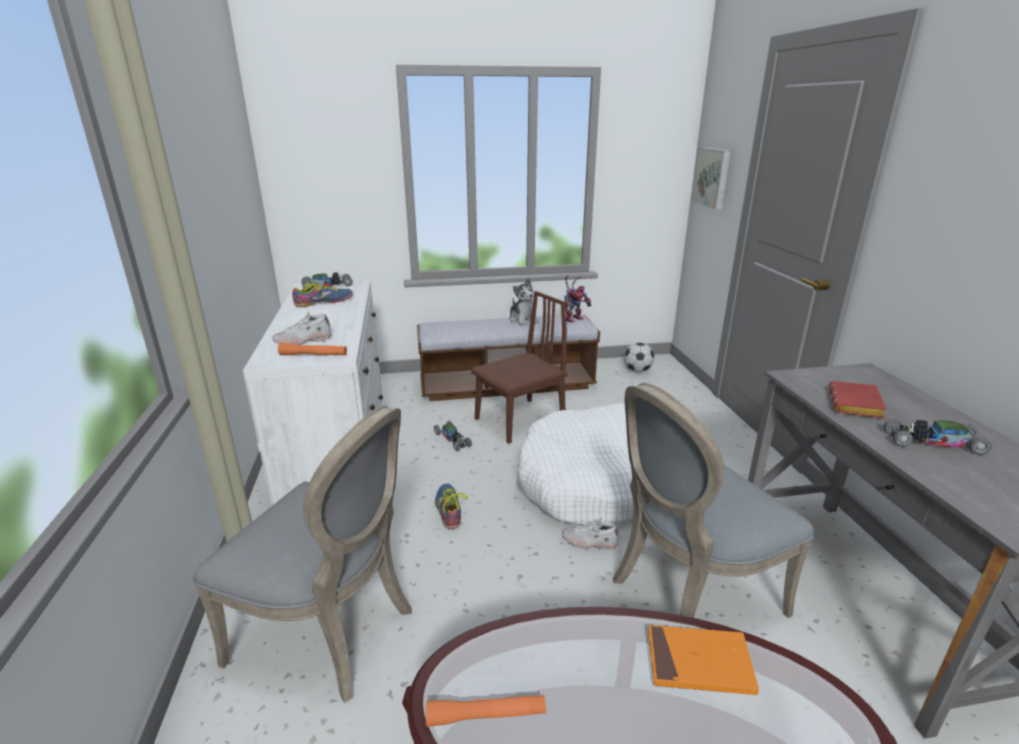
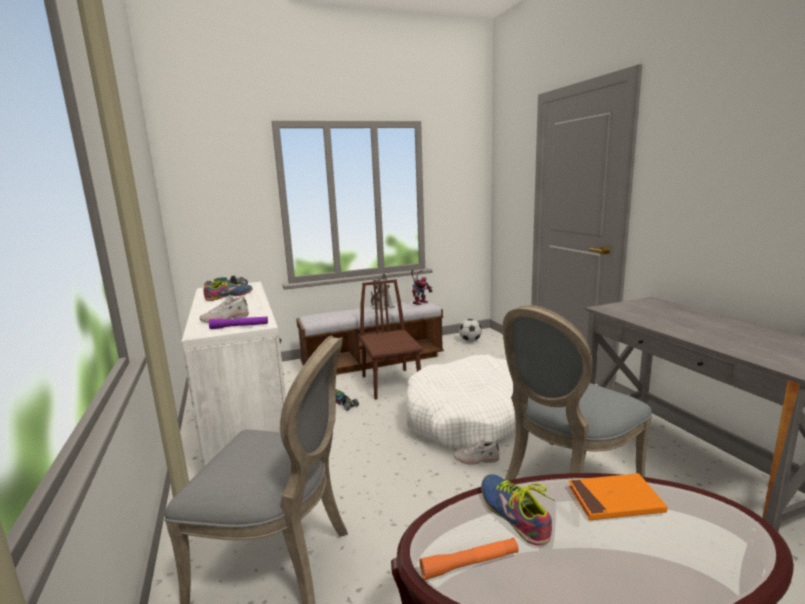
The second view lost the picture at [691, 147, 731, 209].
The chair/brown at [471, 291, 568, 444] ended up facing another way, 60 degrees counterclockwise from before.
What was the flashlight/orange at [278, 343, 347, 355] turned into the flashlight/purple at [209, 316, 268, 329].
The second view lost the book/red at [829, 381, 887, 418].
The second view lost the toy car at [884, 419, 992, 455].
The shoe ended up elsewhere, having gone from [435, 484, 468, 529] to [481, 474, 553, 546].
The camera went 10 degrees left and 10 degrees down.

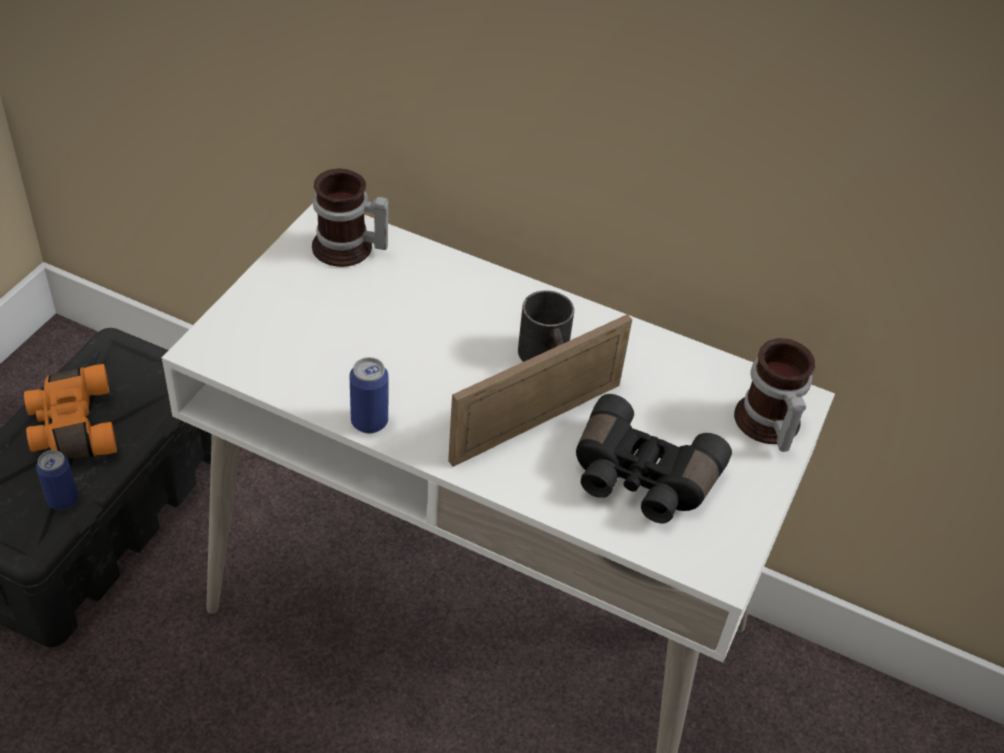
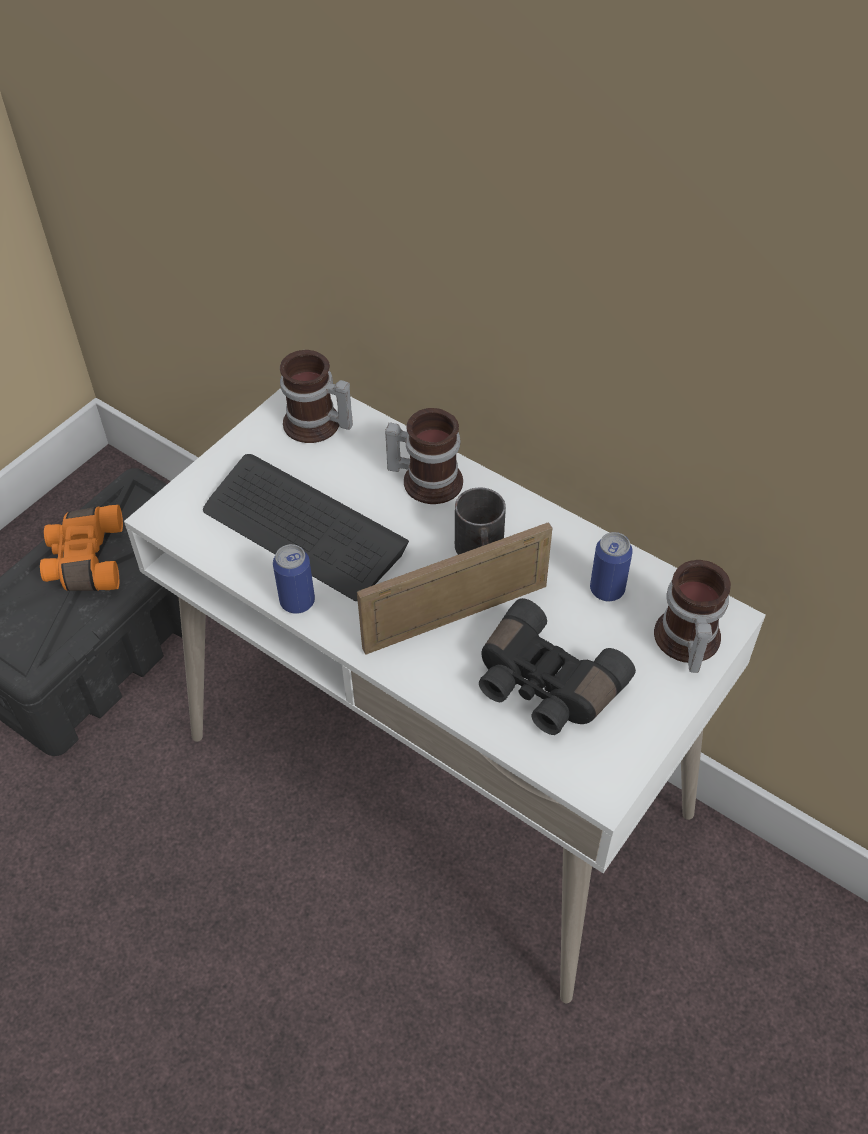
The can ended up elsewhere, having gone from [36, 450, 78, 510] to [590, 532, 633, 602].
The second view gained the mug at [385, 408, 463, 504].
The second view gained the keyboard at [203, 454, 409, 601].
The camera went 15 degrees right and 5 degrees up.

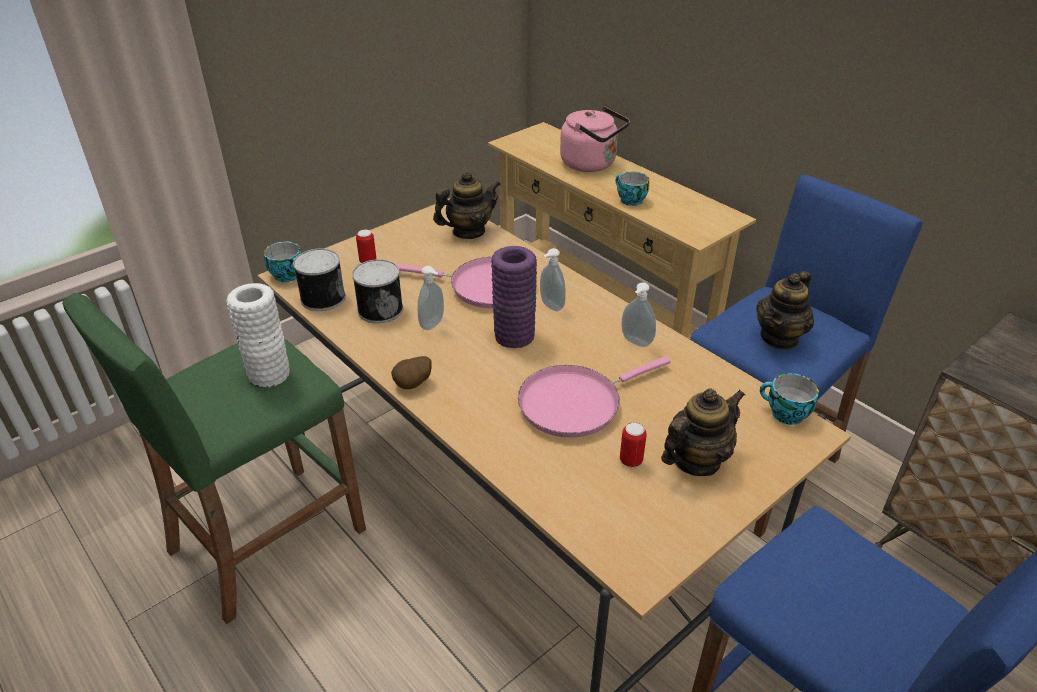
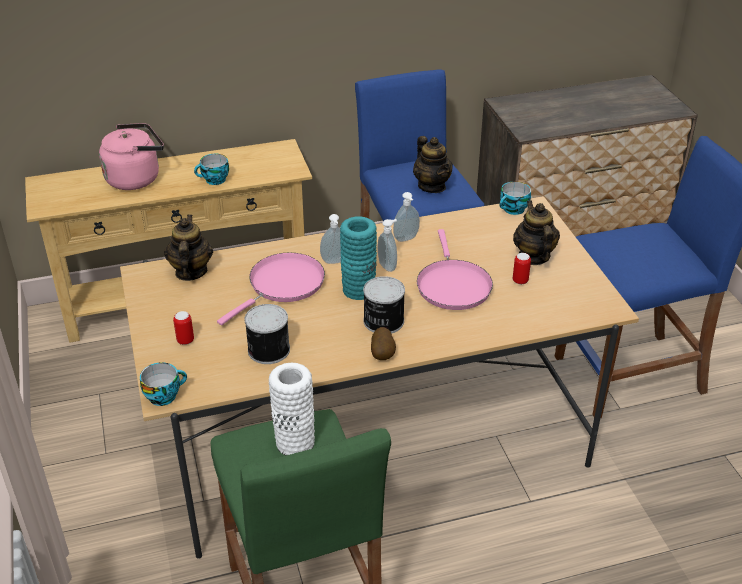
What was the vase/purple at [491, 246, 537, 348] turned into the vase/turquoise at [340, 216, 377, 300].
The can ended up elsewhere, having gone from [293, 249, 346, 311] to [363, 276, 405, 334].
The soap dispenser ended up elsewhere, having gone from [418, 266, 444, 330] to [378, 219, 397, 272].
The camera went 65 degrees left and 0 degrees up.

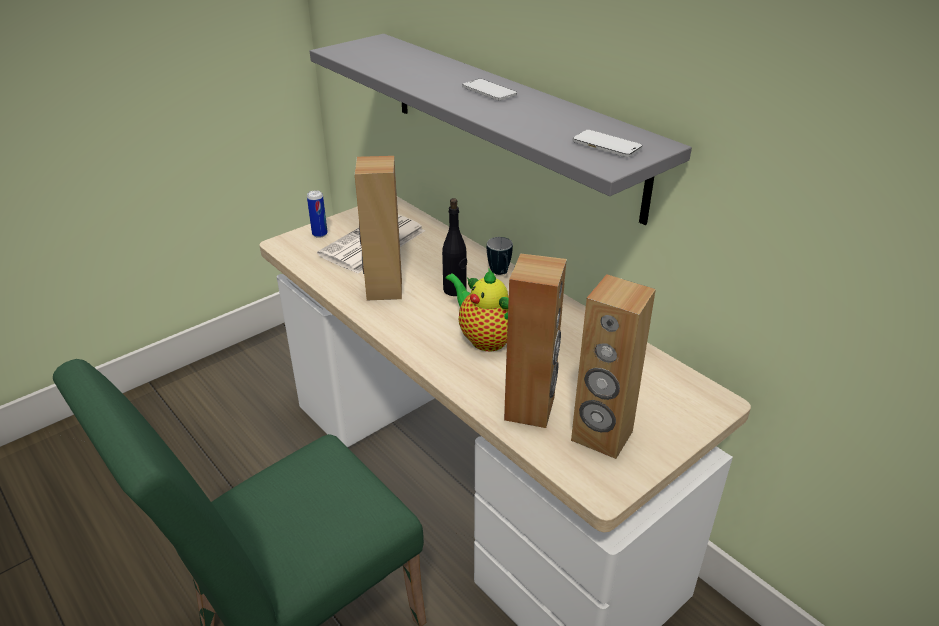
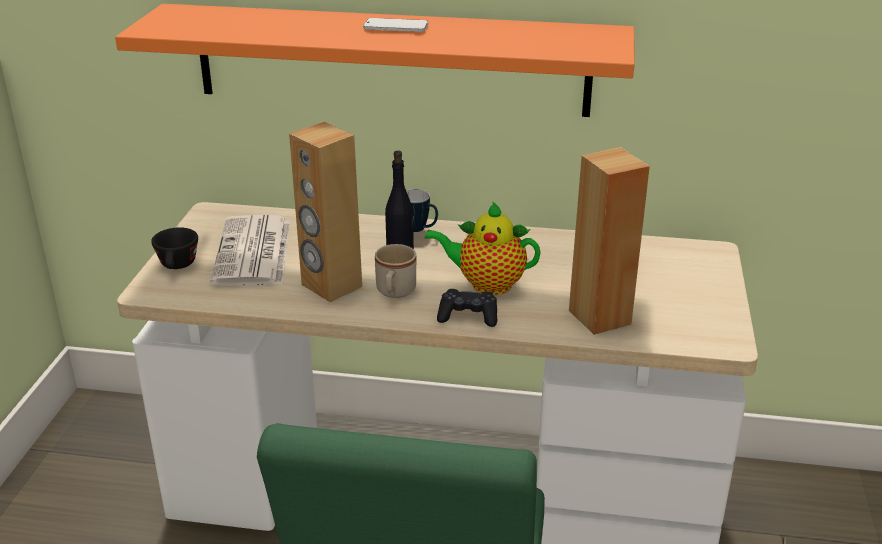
What was the shelf/grey at [310, 34, 692, 225] turned into the shelf/orange at [115, 4, 635, 117].
The second view lost the phone at [572, 130, 643, 157].
Where the can stood at [307, 191, 328, 238], the cup/black came to stand at [151, 227, 198, 269].
The second view lost the speaker/brown at [571, 274, 656, 459].
The second view gained the mug/beige at [375, 244, 416, 298].
The second view gained the game controller/black at [437, 289, 497, 327].
The camera went 40 degrees left and 5 degrees down.

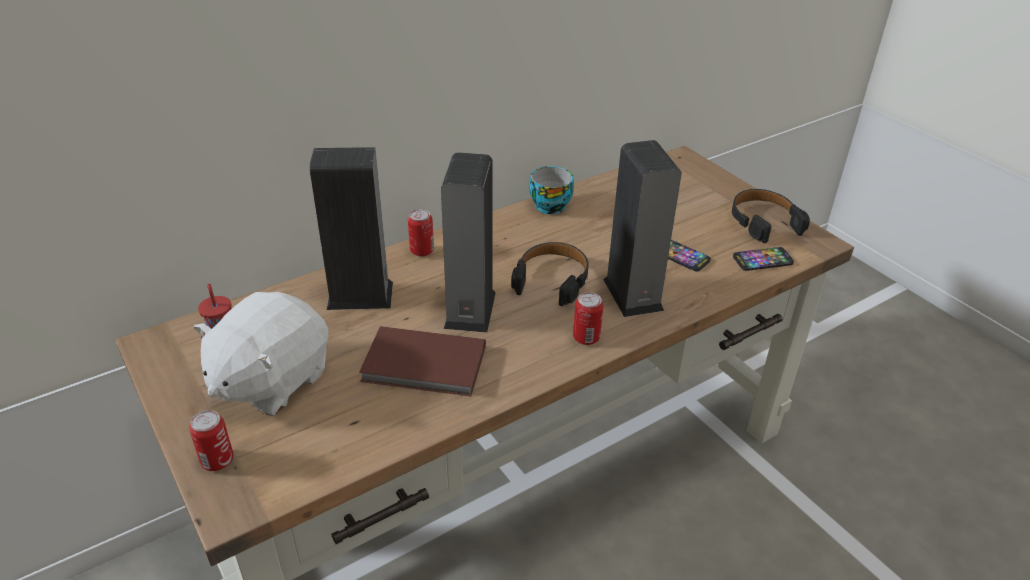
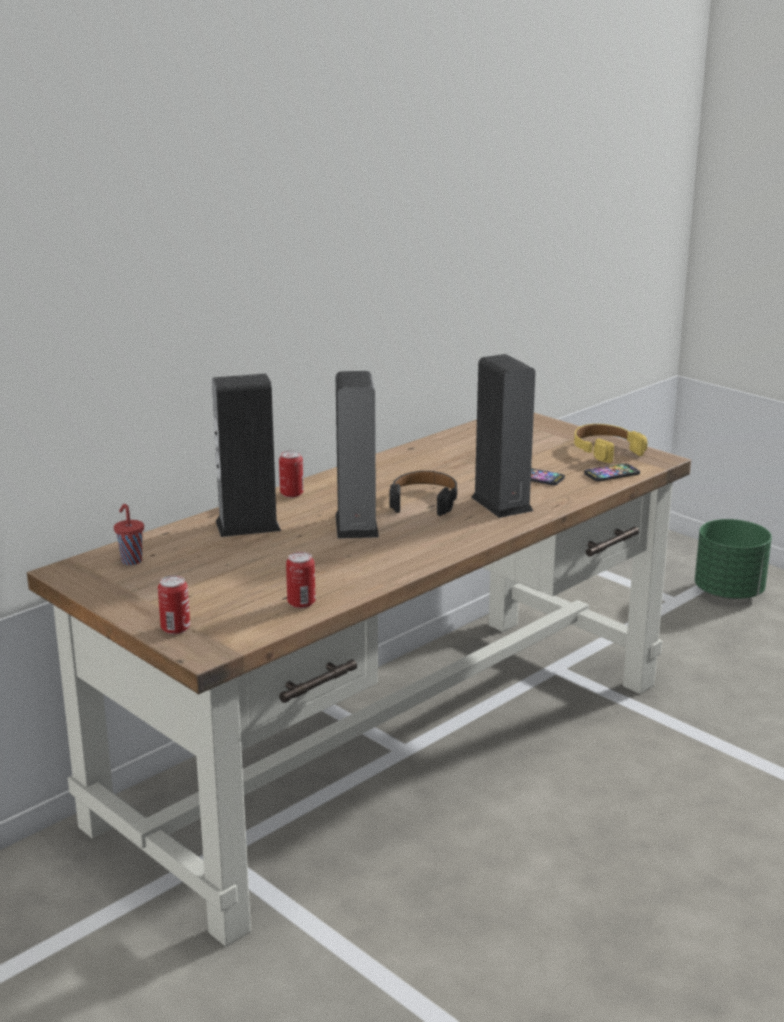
The second view lost the cup at [529, 166, 574, 214].
What was the headphones/black at [732, 189, 810, 243] turned into the headphones/yellow at [574, 424, 647, 463].
The second view lost the plush toy/white at [194, 292, 329, 416].
The can ended up elsewhere, having gone from [573, 292, 604, 345] to [286, 552, 316, 608].
The second view lost the book/brown at [359, 326, 486, 397].
The second view gained the planter/green at [695, 519, 772, 600].
The camera went 10 degrees left and 15 degrees down.

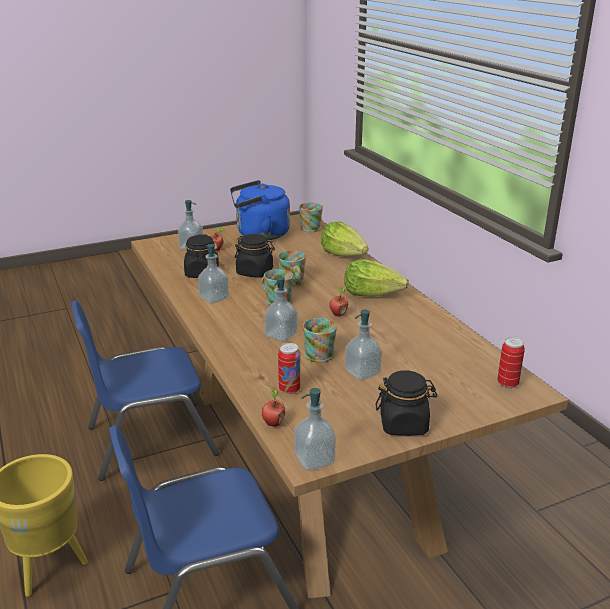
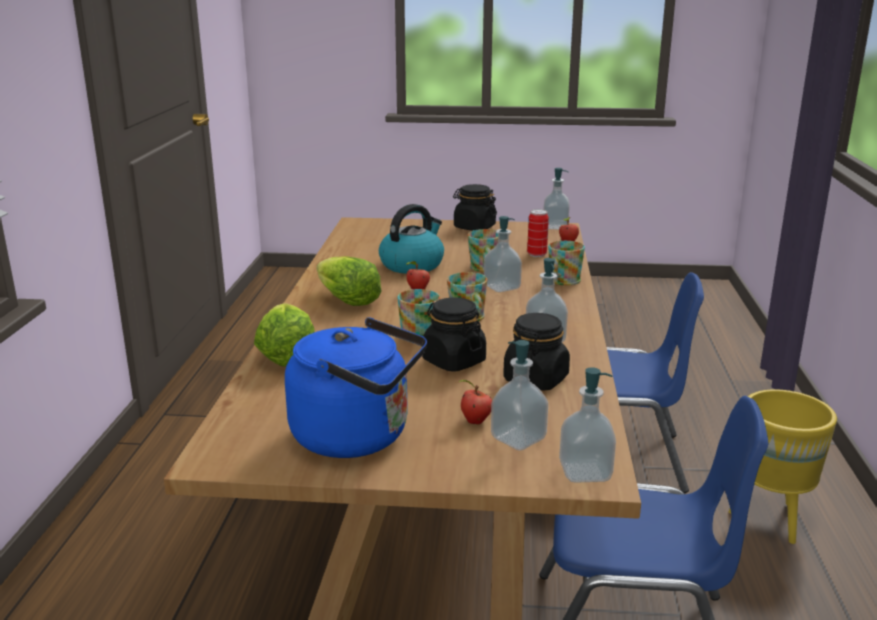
The mug ended up elsewhere, having gone from [299, 202, 323, 232] to [548, 241, 585, 285].
The soap dispenser ended up elsewhere, having gone from [345, 310, 382, 380] to [559, 367, 616, 483].
The second view lost the can at [497, 337, 525, 388].
The second view gained the kettle at [379, 204, 444, 274].
The camera went 150 degrees left and 5 degrees down.

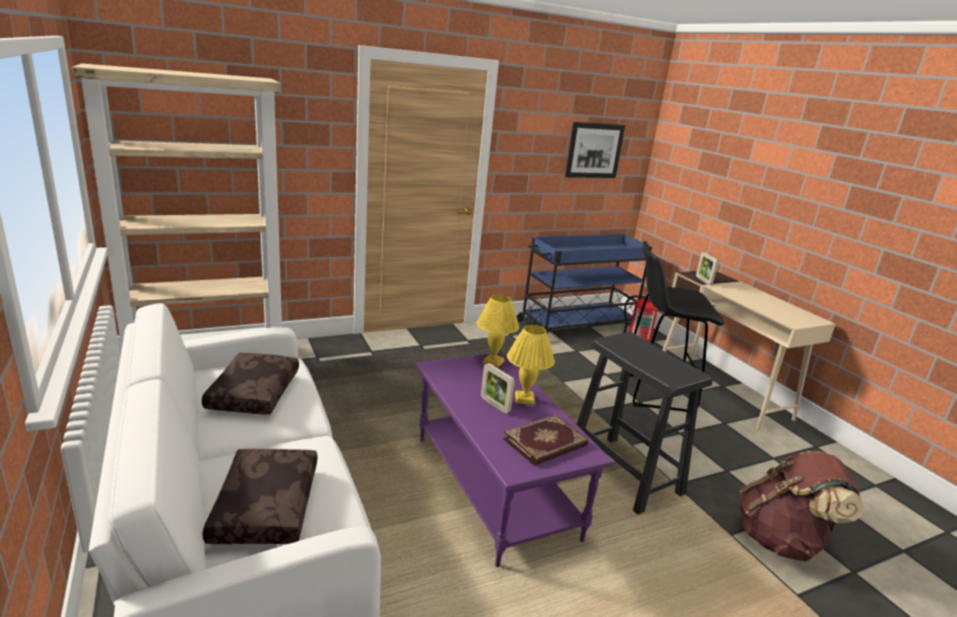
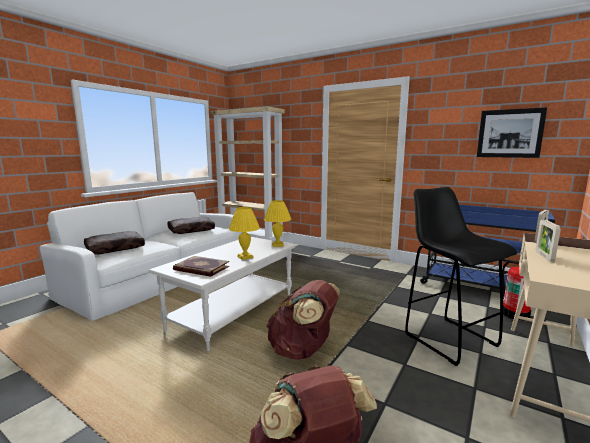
Where the stool/black stood at [576, 332, 713, 515], the backpack/brown came to stand at [266, 280, 340, 360].
What was the coffee table/purple at [416, 352, 614, 567] turned into the coffee table/white at [149, 237, 295, 351].
The picture frame ended up elsewhere, having gone from [481, 363, 515, 414] to [536, 219, 561, 262].
The camera went 60 degrees right and 10 degrees down.

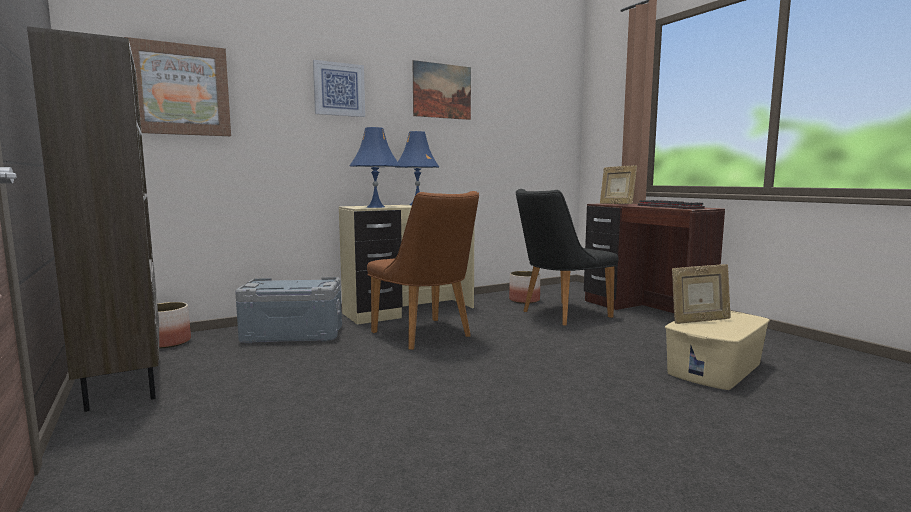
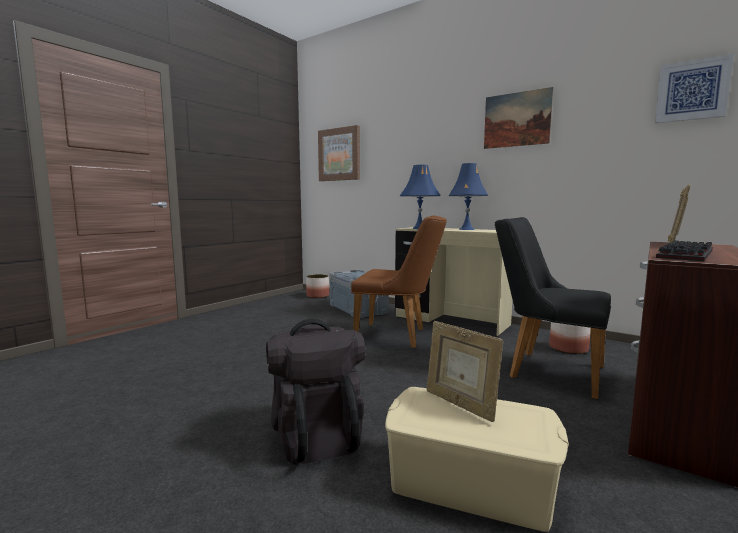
The second view lost the bookcase/brown at [27, 26, 159, 412].
The picture ended up elsewhere, having gone from [313, 60, 365, 117] to [655, 54, 734, 123].
The chair/brown at [367, 191, 479, 350] ended up facing another way, 105 degrees counterclockwise from before.
The second view gained the backpack/black at [266, 319, 365, 465].
The camera went 65 degrees right and 0 degrees up.

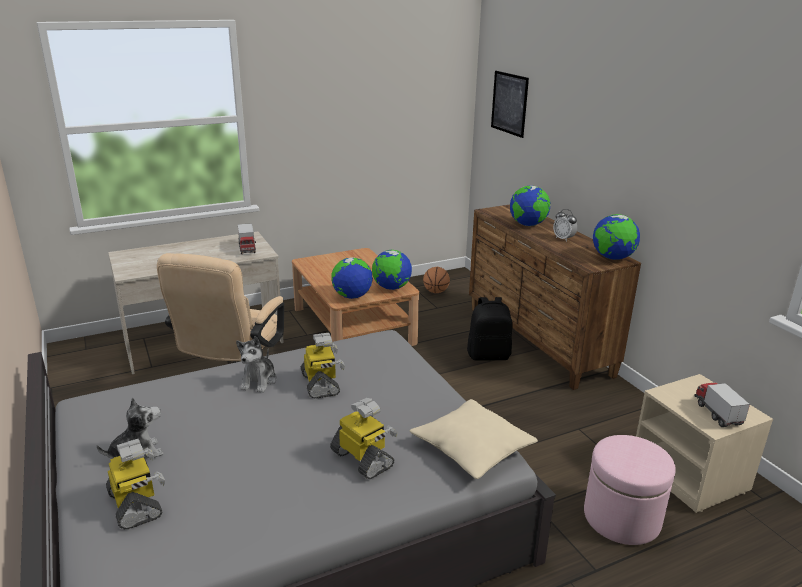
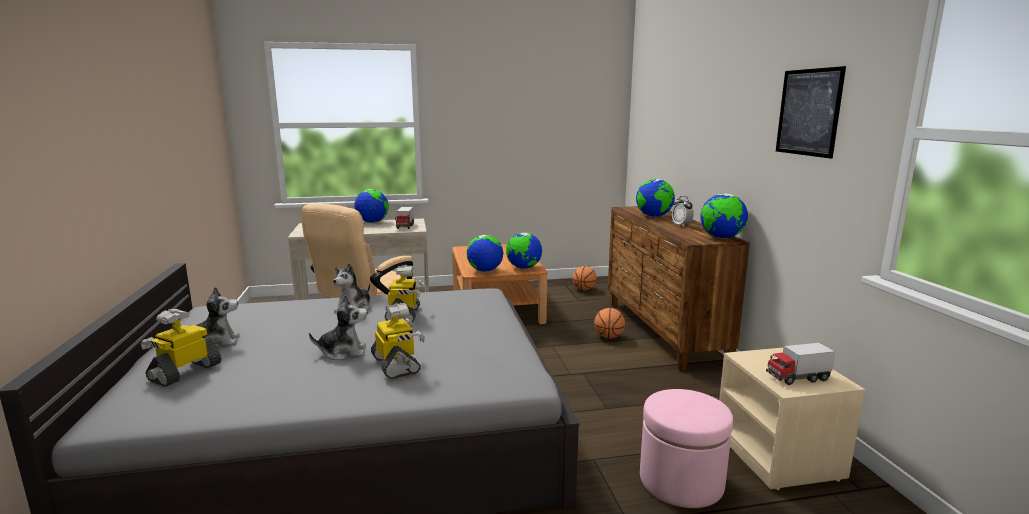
The picture ended up elsewhere, having gone from [491, 71, 529, 138] to [776, 66, 846, 159].
Where the backpack/black stood at [467, 297, 513, 361], the basketball came to stand at [594, 308, 625, 339].
The toy truck at [695, 383, 750, 427] ended up facing another way, 105 degrees counterclockwise from before.
The second view lost the pillow/beige at [410, 399, 538, 479].
The toy robot at [106, 439, 165, 530] ended up facing another way, 135 degrees counterclockwise from before.
The second view gained the globe at [354, 189, 389, 223].
The second view gained the plush toy at [309, 294, 368, 360].
The camera went 15 degrees right and 10 degrees down.

